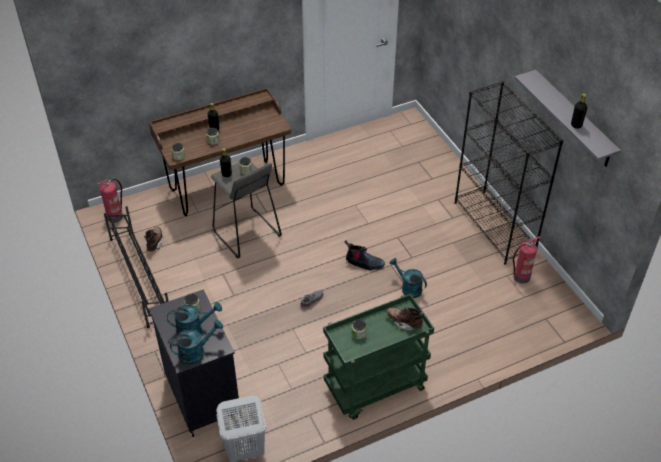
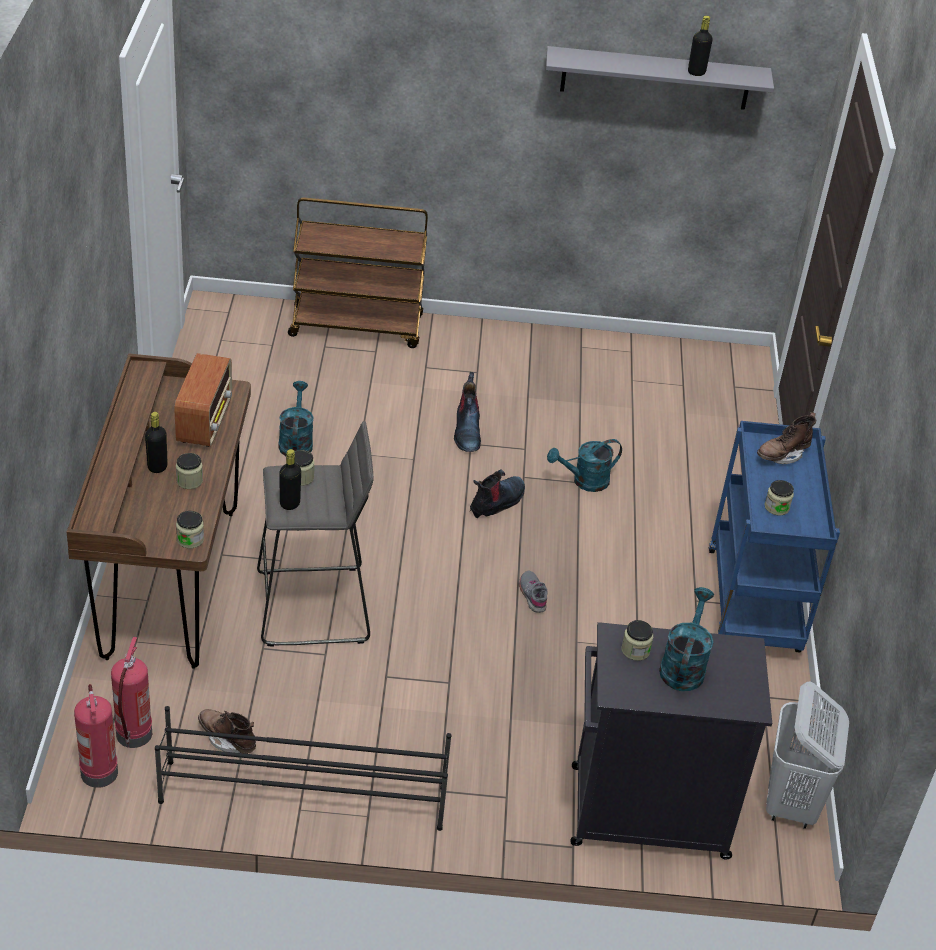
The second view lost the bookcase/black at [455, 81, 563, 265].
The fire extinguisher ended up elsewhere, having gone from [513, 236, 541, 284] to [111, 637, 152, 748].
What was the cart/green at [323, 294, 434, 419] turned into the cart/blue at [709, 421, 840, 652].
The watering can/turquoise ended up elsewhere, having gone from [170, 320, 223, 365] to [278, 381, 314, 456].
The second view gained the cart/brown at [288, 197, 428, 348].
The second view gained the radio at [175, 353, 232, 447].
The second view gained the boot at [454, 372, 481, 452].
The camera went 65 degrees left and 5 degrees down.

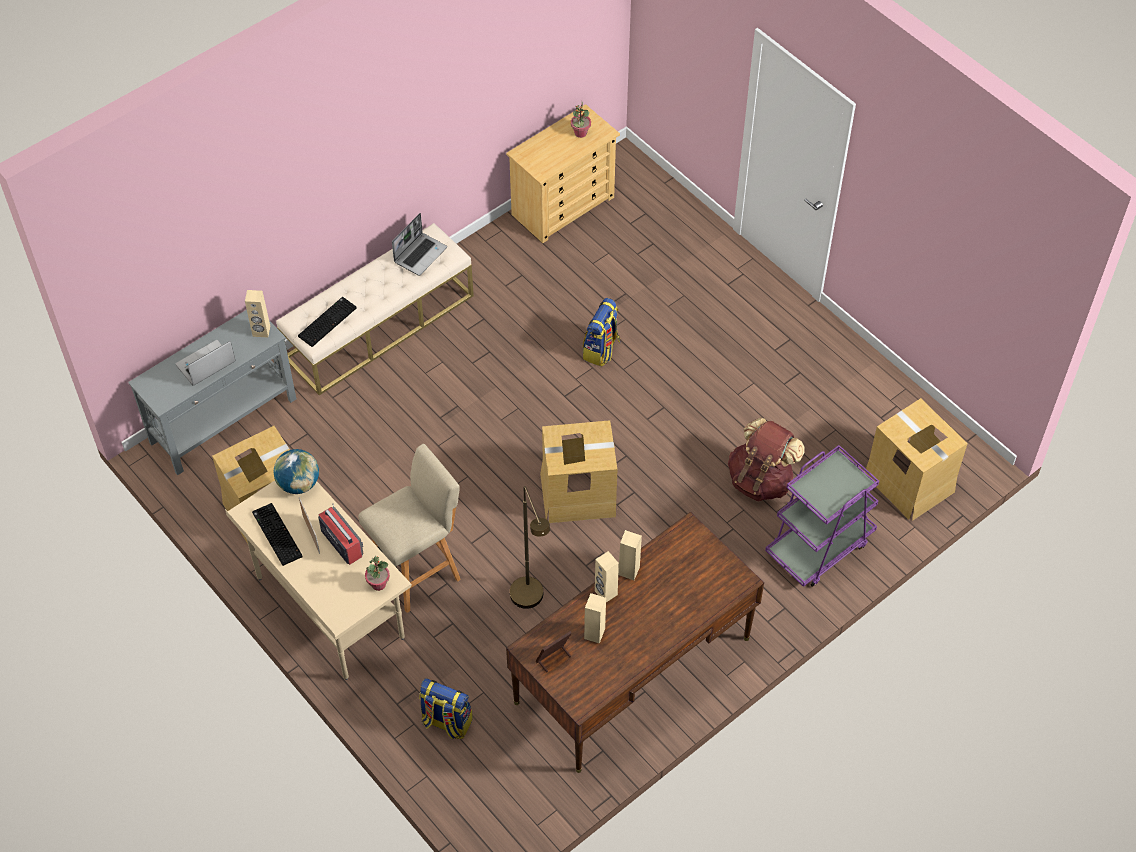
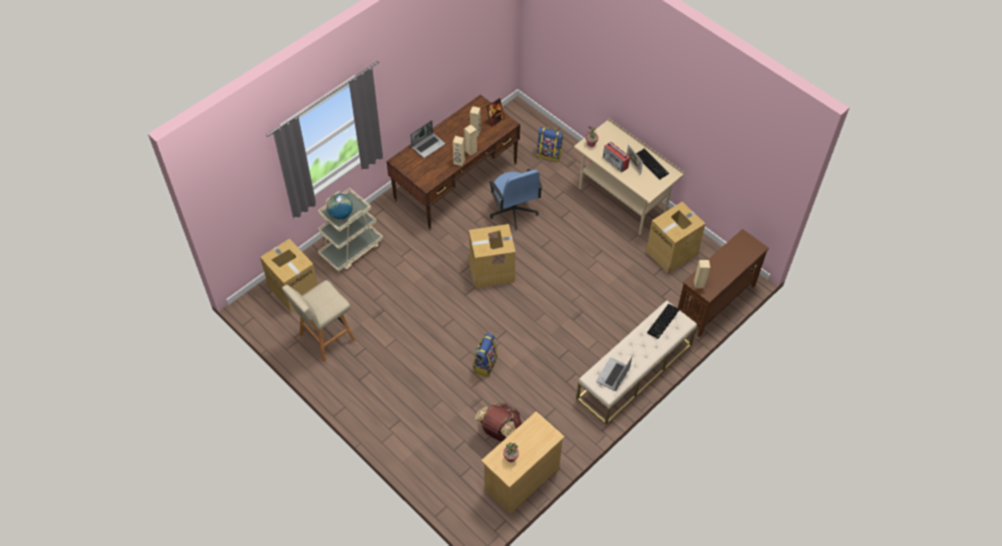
What was the console table/grey at [128, 310, 296, 475] turned into the console table/brown at [678, 229, 769, 337].
The laptop ended up elsewhere, having gone from [176, 340, 236, 386] to [410, 120, 445, 158].
The backpack/brown ended up elsewhere, having gone from [728, 418, 804, 501] to [475, 403, 522, 441].
The stool/beige ended up elsewhere, having gone from [358, 444, 461, 613] to [282, 280, 355, 362].
What was the cart/purple at [765, 445, 879, 587] turned into the cart/beige at [318, 188, 383, 272].
The globe ended up elsewhere, having gone from [274, 449, 319, 494] to [327, 194, 353, 219].
Where the floor lamp/brown stood at [510, 486, 550, 609], the office chair/blue came to stand at [489, 169, 543, 231].
The camera went 175 degrees right and 0 degrees up.

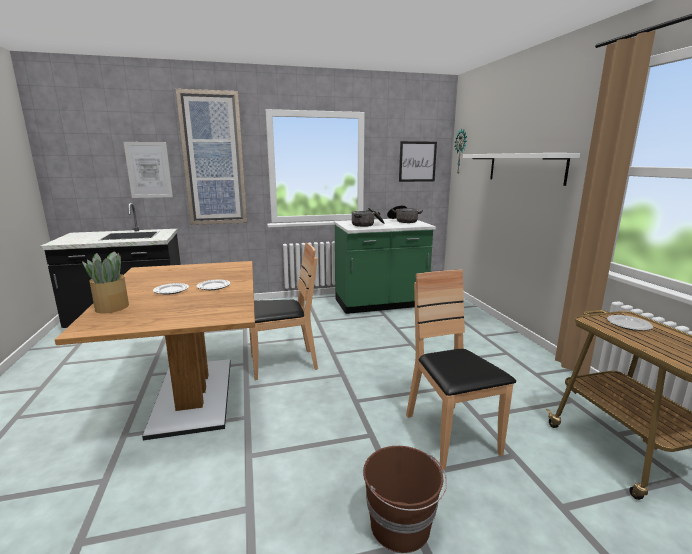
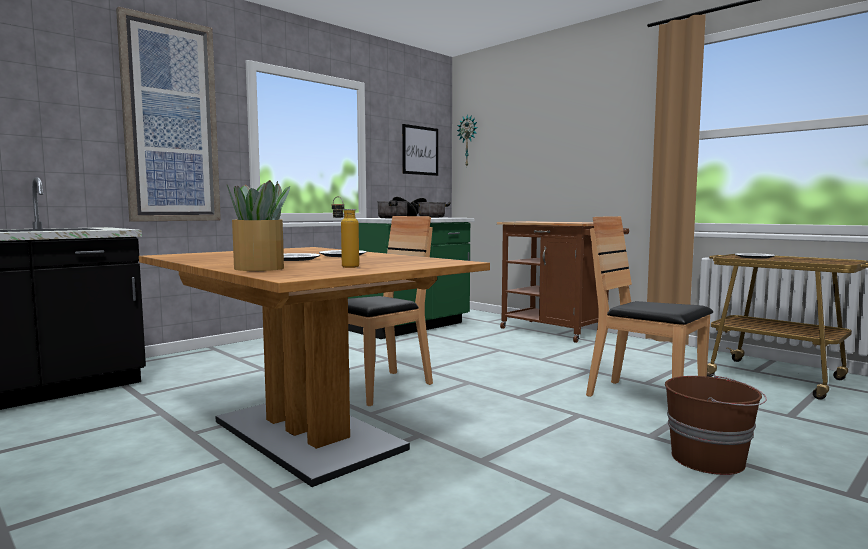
The second view lost the picture at [124, 142, 173, 198].
The second view lost the shelf/white at [463, 153, 580, 186].
The second view gained the bottle at [332, 196, 359, 268].
The second view gained the cart/brown at [497, 221, 629, 343].
The camera went 30 degrees left and 10 degrees down.

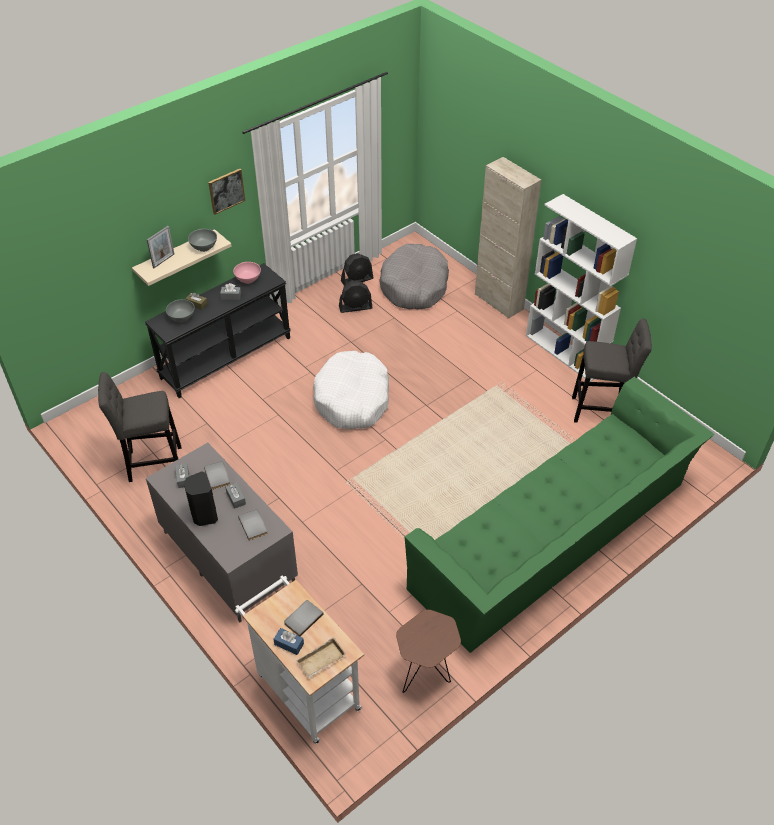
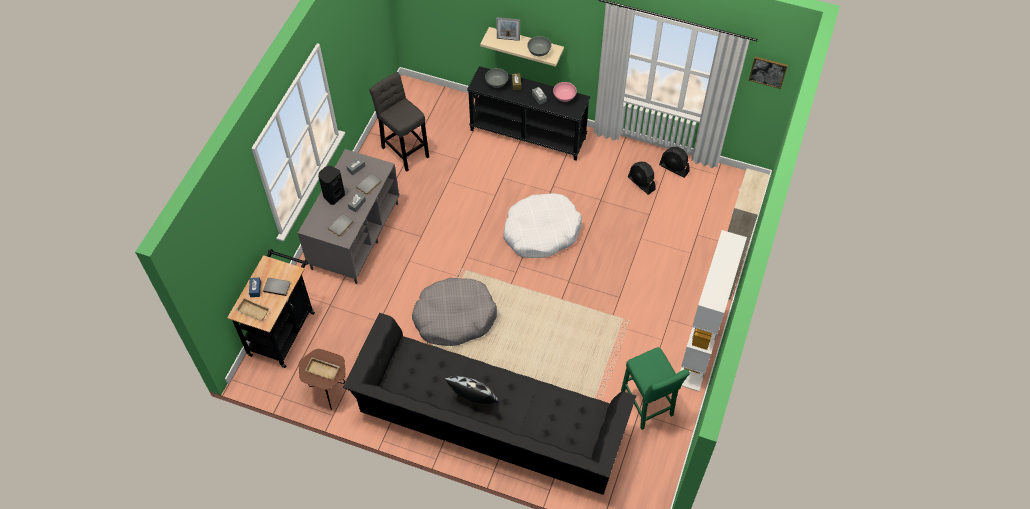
The picture ended up elsewhere, having gone from [208, 169, 245, 215] to [749, 56, 788, 89].
The dog bed/grey ended up elsewhere, having gone from [379, 244, 449, 310] to [412, 278, 497, 346].
What was the stool/grey at [572, 318, 652, 422] turned into the stool/green at [621, 347, 690, 430].
What was the sofa/green at [405, 377, 715, 653] turned into the sofa/black at [343, 313, 636, 495].
What was the cart/white at [235, 575, 364, 744] turned into the cart/black at [227, 249, 315, 368].
The second view gained the tray/beige at [305, 358, 340, 380].
The second view gained the pillow at [444, 376, 499, 404].
The camera went 60 degrees right and 10 degrees up.

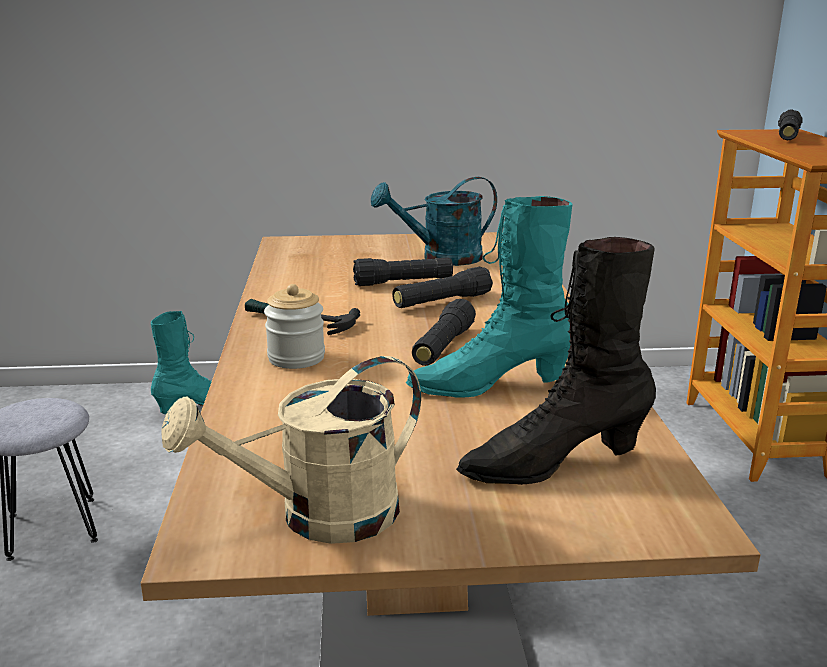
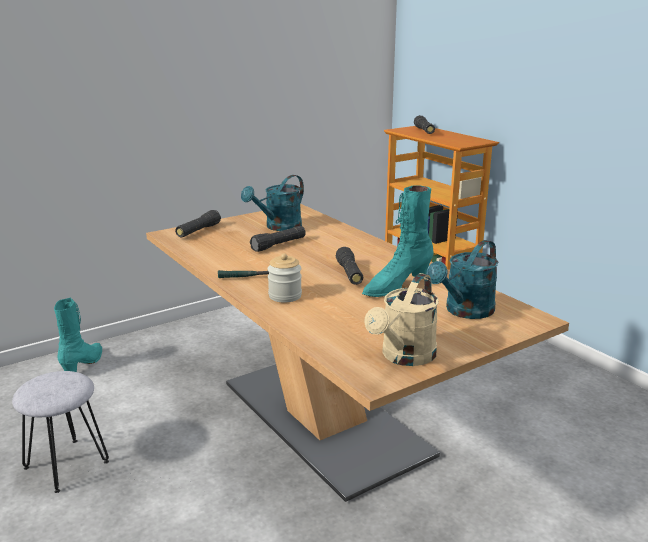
Where the boot/black stood at [456, 237, 656, 485], the watering can/turquoise came to stand at [426, 240, 499, 319].
The flashlight/black ended up elsewhere, having gone from [392, 267, 493, 308] to [175, 210, 221, 238].
The camera went 30 degrees left and 0 degrees up.

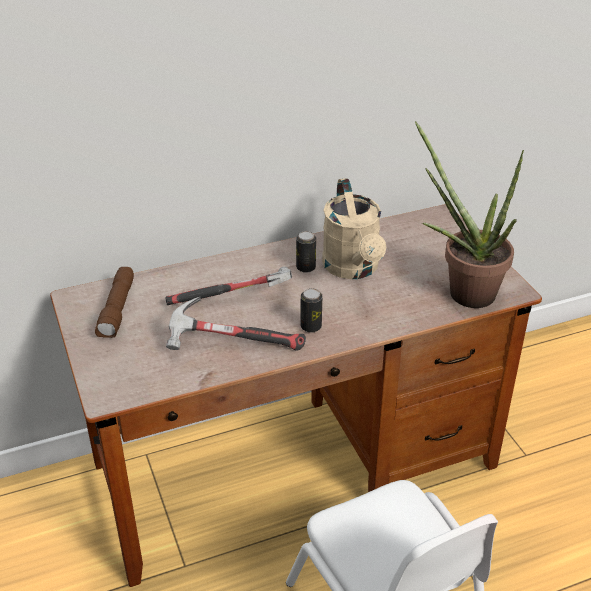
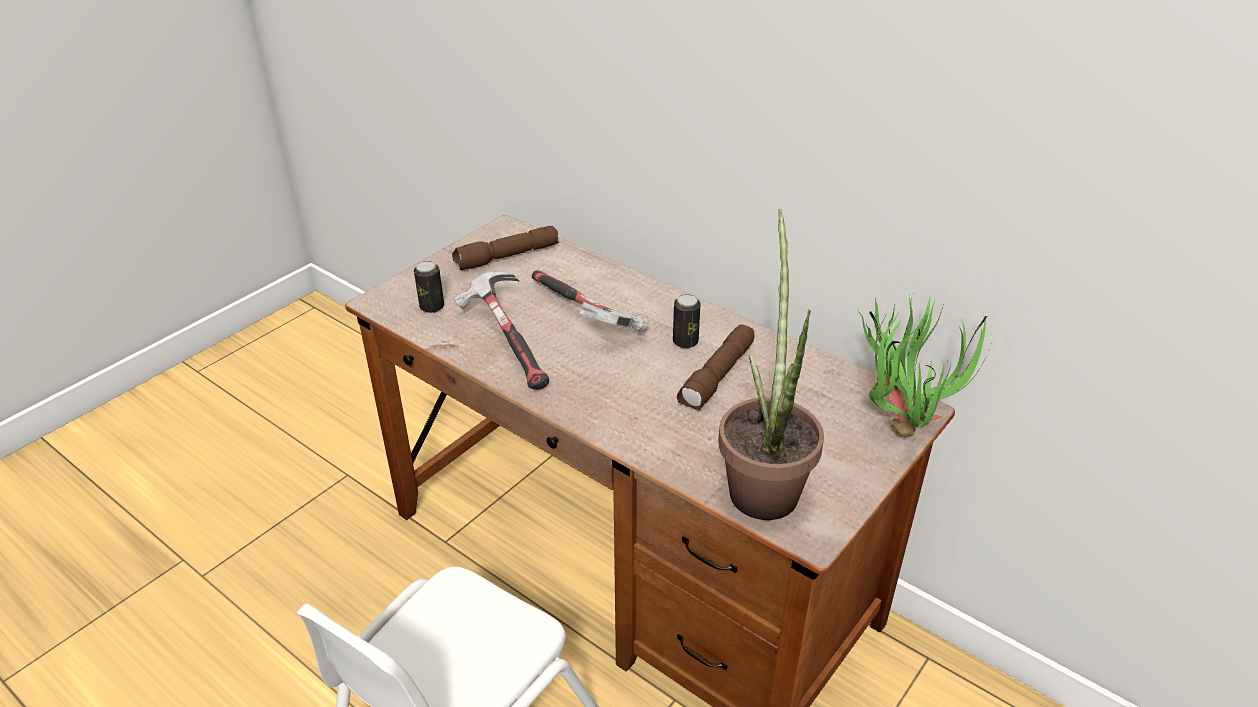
Where the watering can/beige stood at [322, 178, 386, 279], the flashlight/brown came to stand at [677, 324, 754, 410].
The can ended up elsewhere, having gone from [301, 288, 322, 333] to [414, 261, 444, 313].
The second view gained the potted plant at [857, 293, 995, 438].
The camera went 60 degrees right and 0 degrees up.

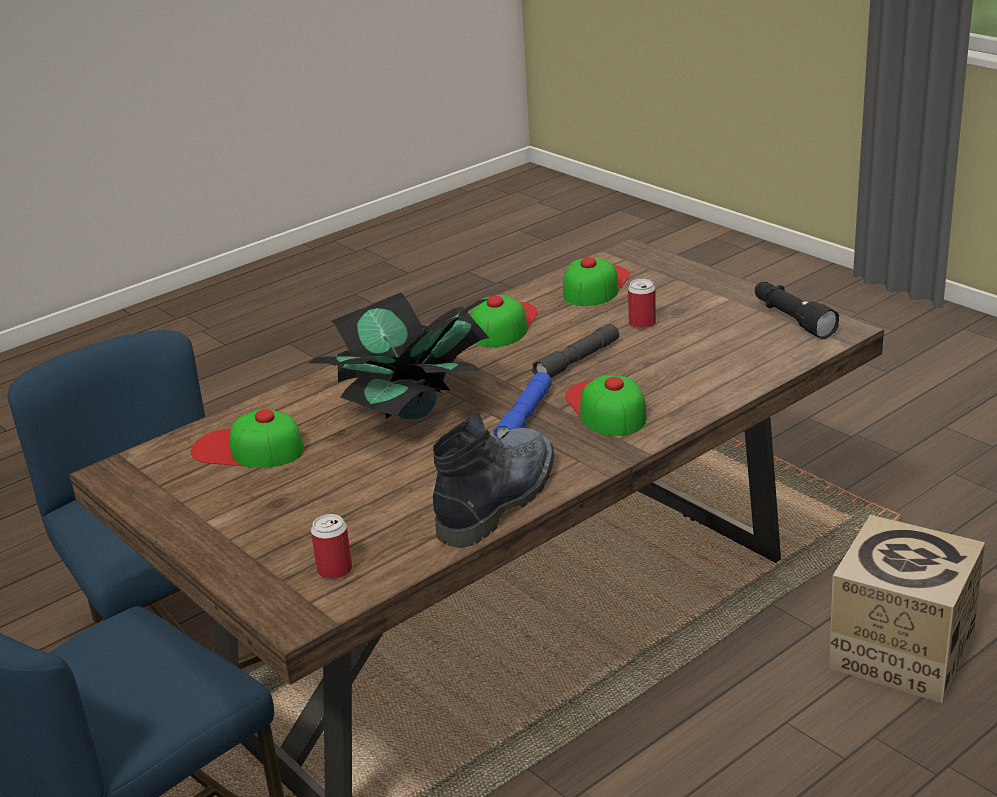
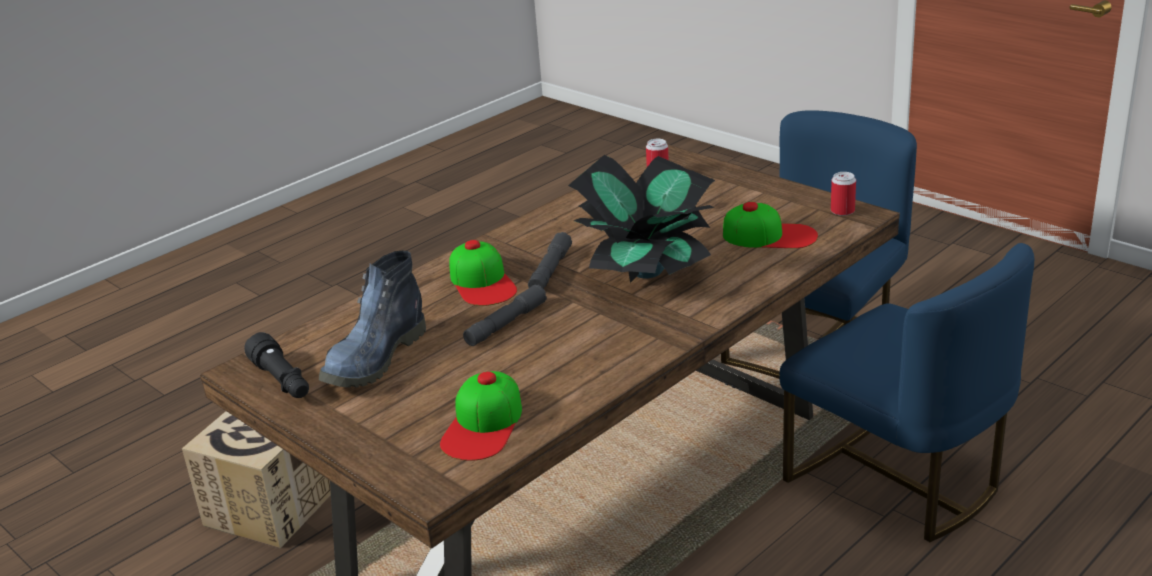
The can ended up elsewhere, having gone from [628, 279, 656, 329] to [831, 172, 856, 216].
The second view lost the cap at [470, 295, 538, 347].
What was the flashlight/blue at [493, 372, 552, 439] turned into the flashlight/grey at [528, 232, 572, 289].
The boot ended up elsewhere, having gone from [433, 414, 554, 548] to [319, 251, 426, 388].
The camera went 175 degrees right and 0 degrees up.

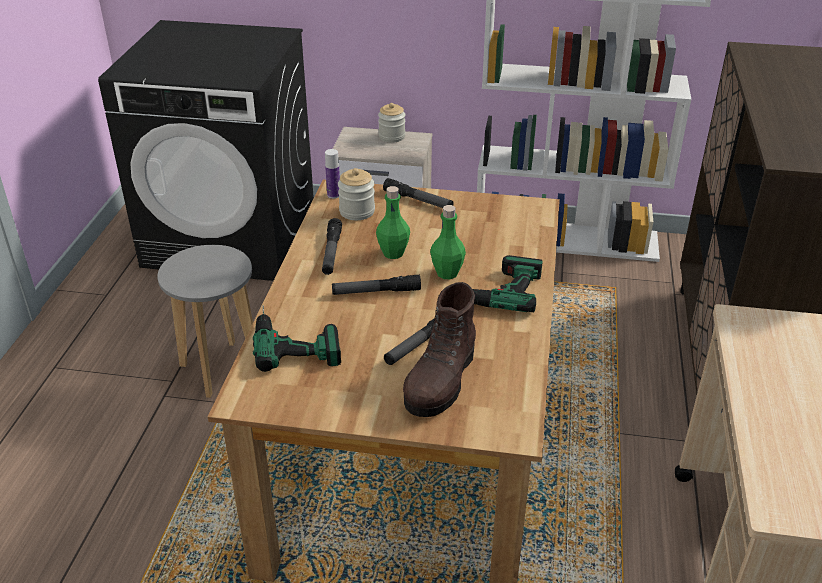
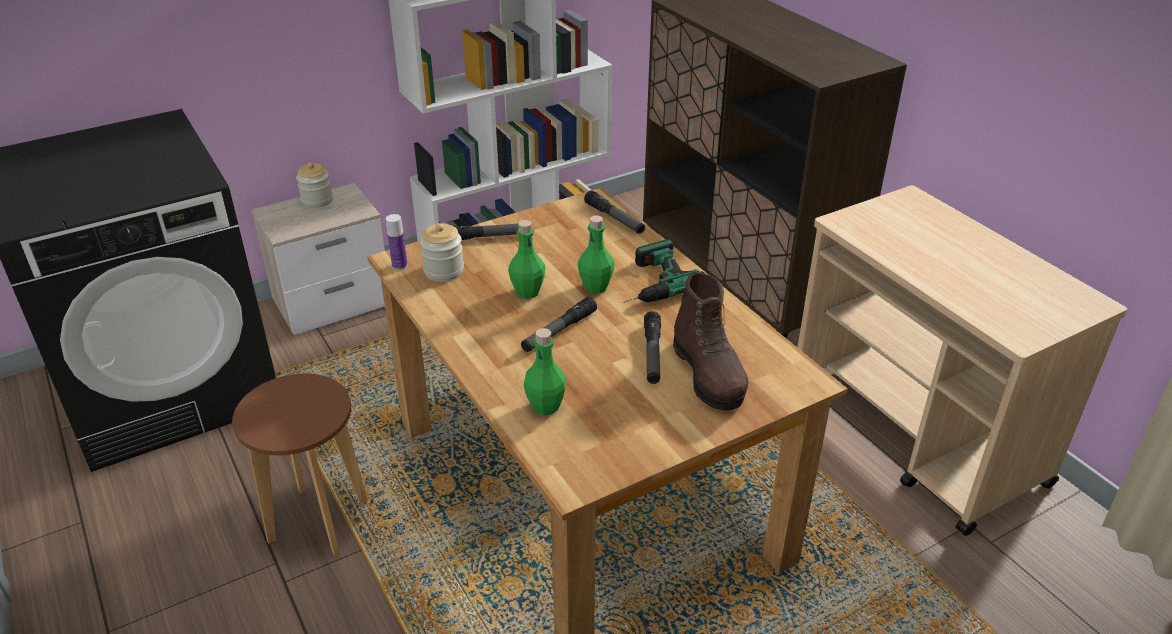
The flashlight ended up elsewhere, having gone from [322, 218, 342, 275] to [584, 190, 645, 234].
What was the stool/grey at [157, 245, 253, 398] turned into the stool/brown at [232, 374, 368, 556].
Where the power drill stood at [253, 305, 341, 372], the bottle/green came to stand at [524, 328, 566, 416].
The camera went 40 degrees left and 0 degrees up.

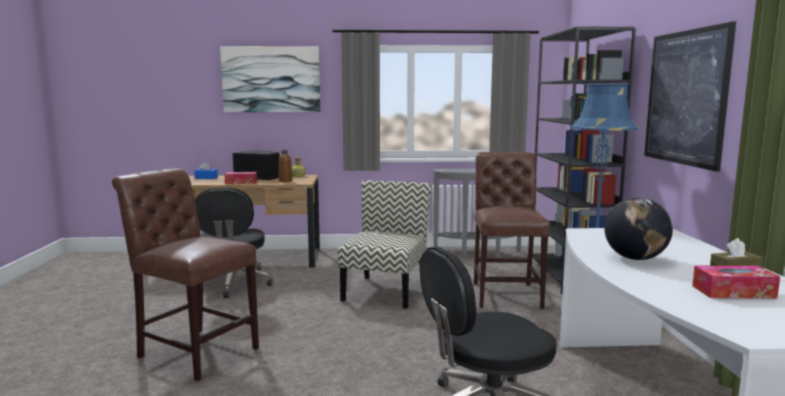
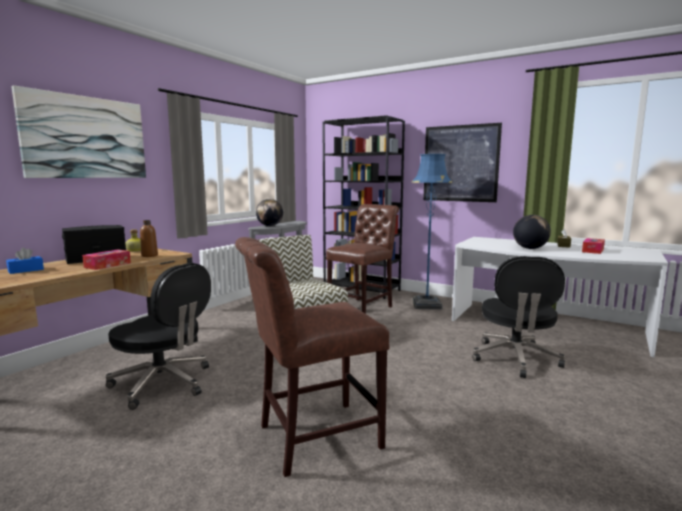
The chair/brown at [474, 152, 550, 309] ended up facing another way, 90 degrees clockwise from before.
The second view gained the globe at [256, 199, 283, 226].
The camera went 55 degrees left and 0 degrees up.

